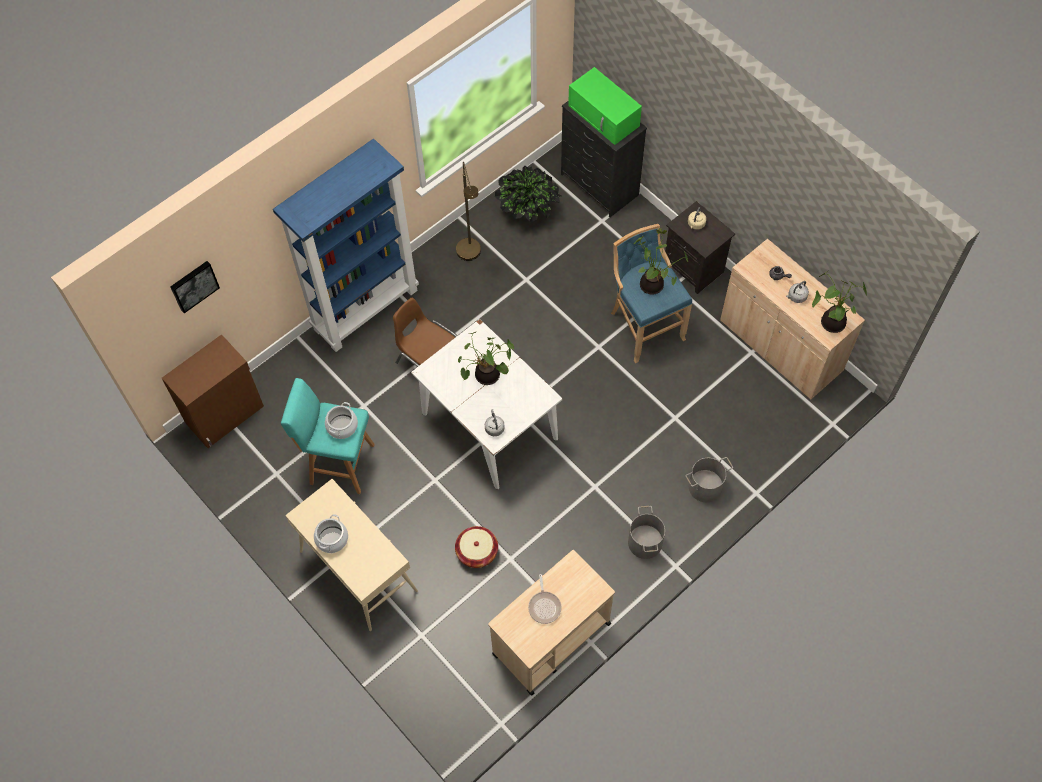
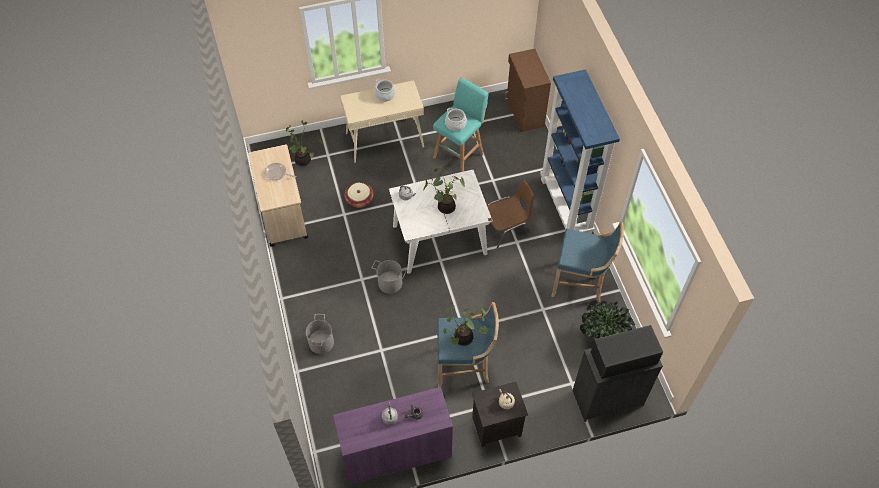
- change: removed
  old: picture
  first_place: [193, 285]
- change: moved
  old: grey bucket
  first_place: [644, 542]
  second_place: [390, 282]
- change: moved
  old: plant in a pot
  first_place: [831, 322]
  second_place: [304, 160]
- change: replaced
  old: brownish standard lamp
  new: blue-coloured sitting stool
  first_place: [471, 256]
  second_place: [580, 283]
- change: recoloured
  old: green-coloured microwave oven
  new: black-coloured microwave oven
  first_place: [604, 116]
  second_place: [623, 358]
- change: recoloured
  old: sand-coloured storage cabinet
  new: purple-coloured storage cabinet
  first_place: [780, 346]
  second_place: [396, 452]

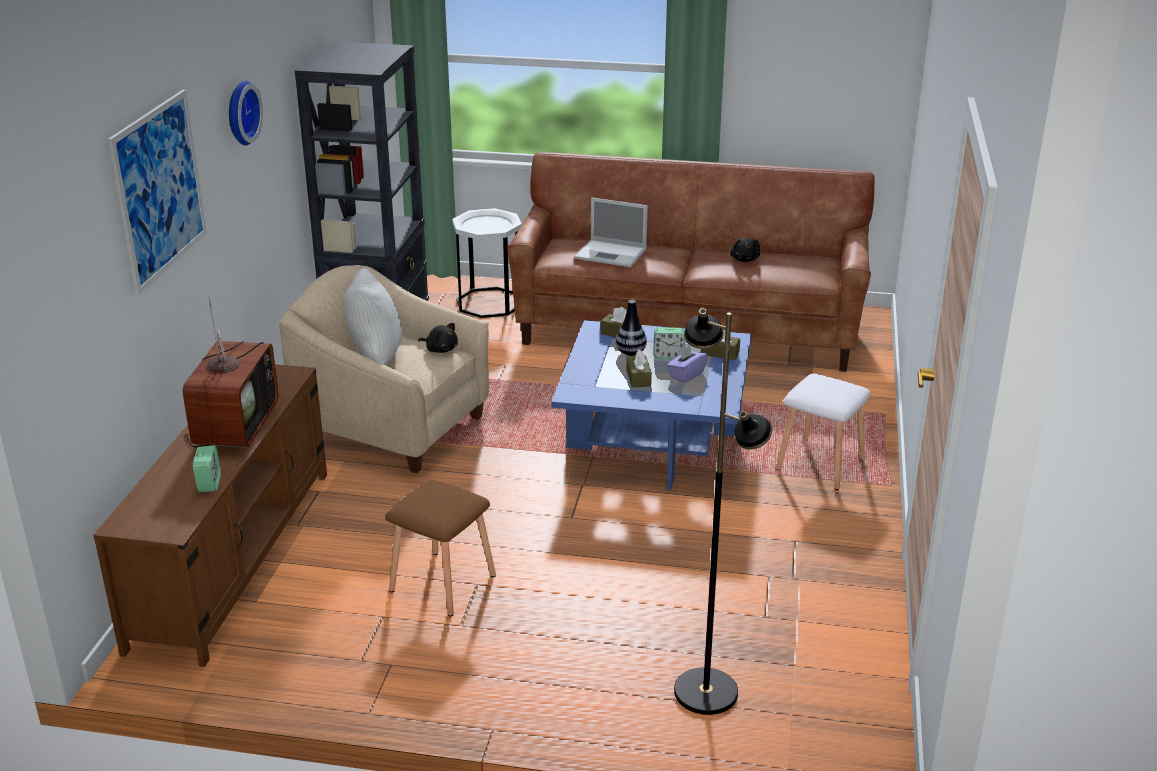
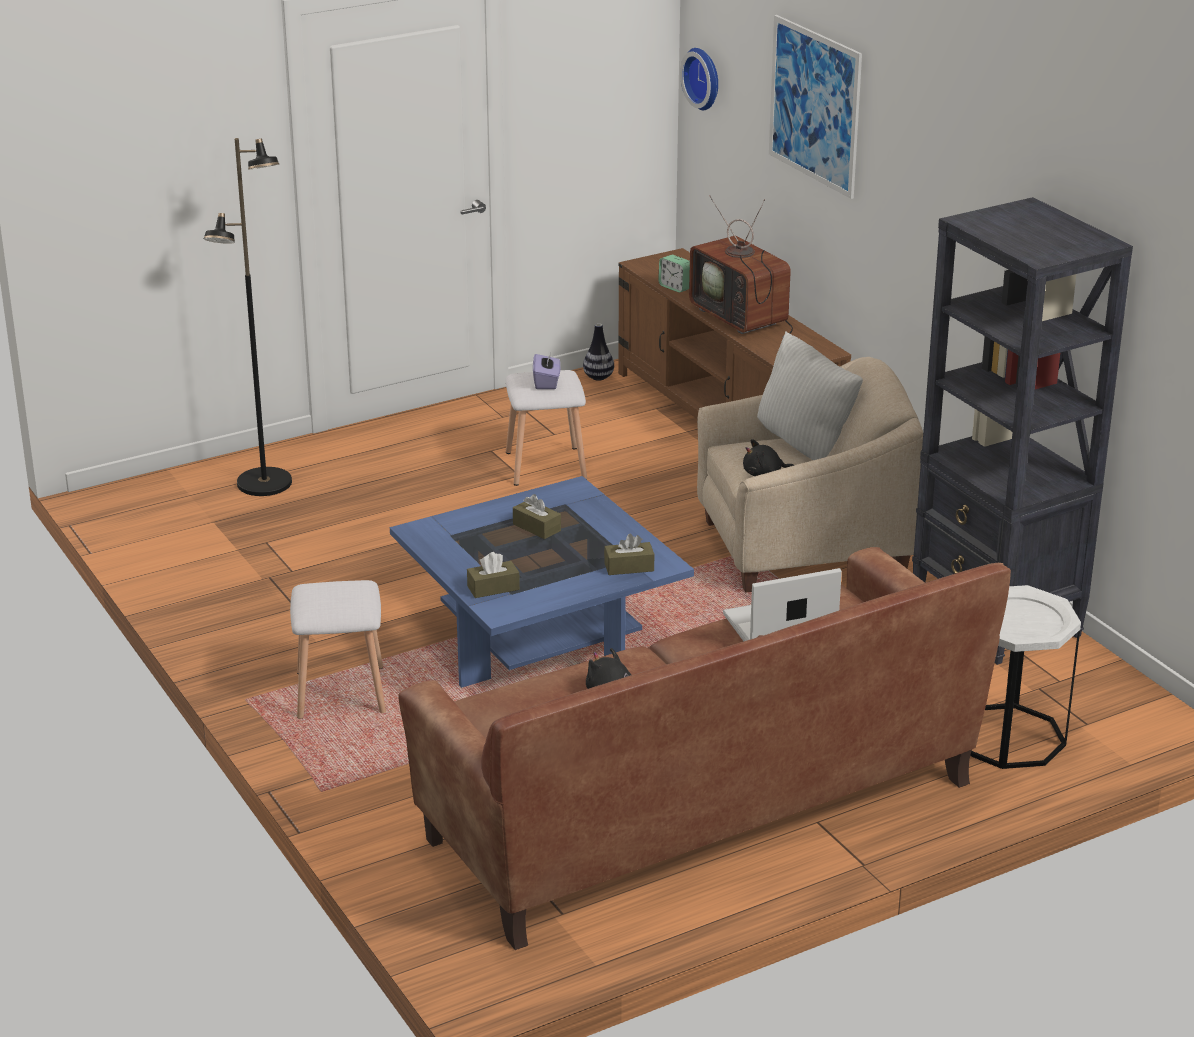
- change: removed
  old: table clock
  first_place: [668, 356]
- change: moved
  old: hanging clock
  first_place: [240, 112]
  second_place: [704, 78]
- change: moved
  old: vase
  first_place: [630, 352]
  second_place: [598, 377]
- change: moved
  old: purple-coloured tissue box
  first_place: [686, 375]
  second_place: [546, 382]
- change: recoloured
  old: brownish sitting stool
  new: white-coloured sitting stool
  first_place: [442, 584]
  second_place: [544, 465]

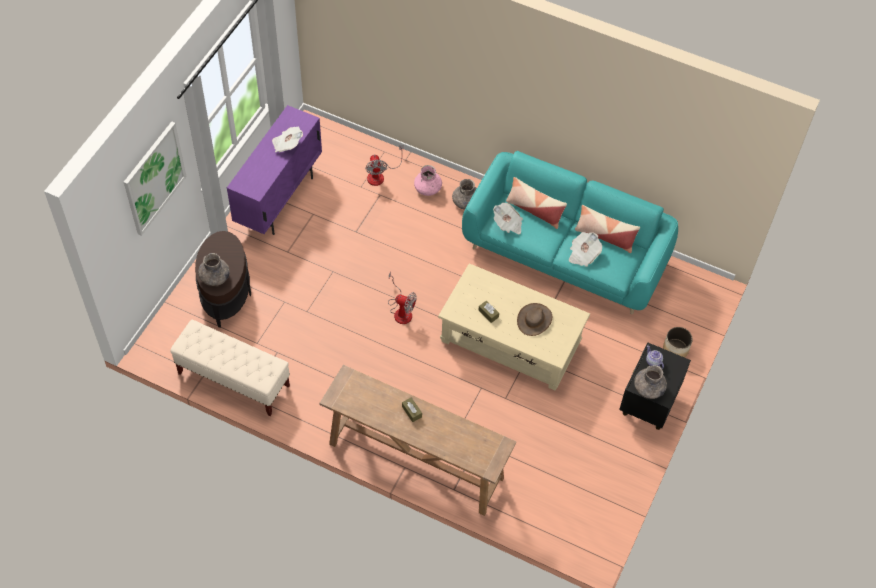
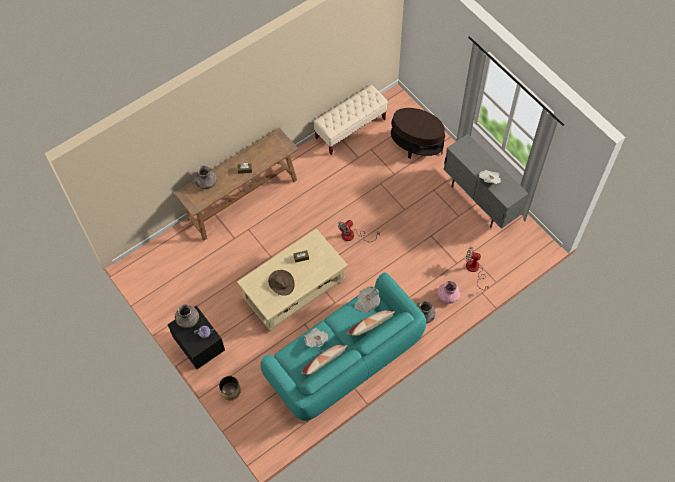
- change: removed
  old: picture
  first_place: [154, 178]
- change: moved
  old: grey vase
  first_place: [215, 277]
  second_place: [206, 182]
- change: recoloured
  old: purple-coloured storage cabinet
  new: grey storage cabinet
  first_place: [279, 200]
  second_place: [480, 200]

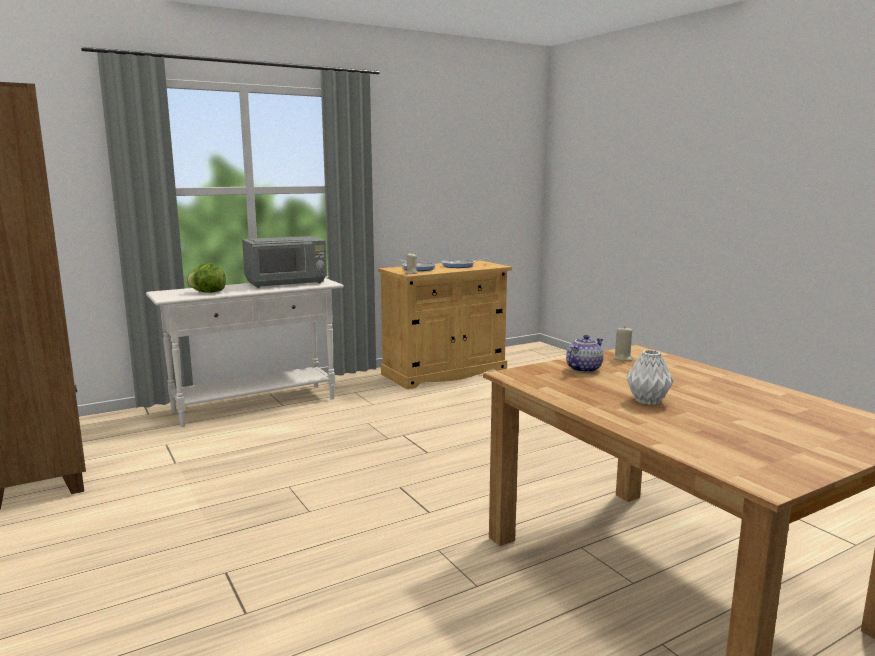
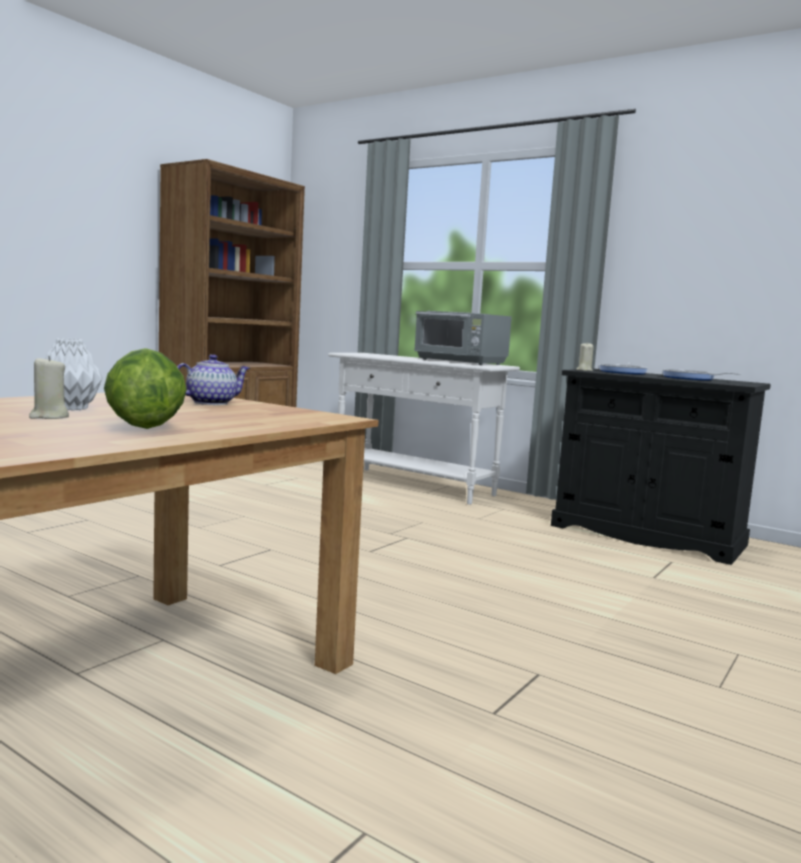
- change: moved
  old: lettuce head
  first_place: [208, 292]
  second_place: [144, 427]
- change: moved
  old: sand-coloured wax candle
  first_place: [623, 358]
  second_place: [49, 417]
- change: recoloured
  old: sand-coloured storage cabinet
  new: black-coloured storage cabinet
  first_place: [444, 372]
  second_place: [646, 535]
- change: turned
  old: teapot
  first_place: [583, 369]
  second_place: [211, 403]
  degrees: -60

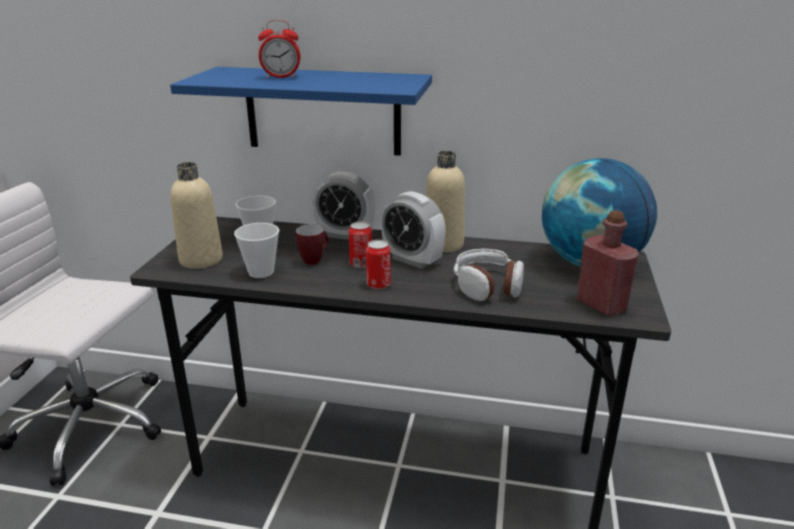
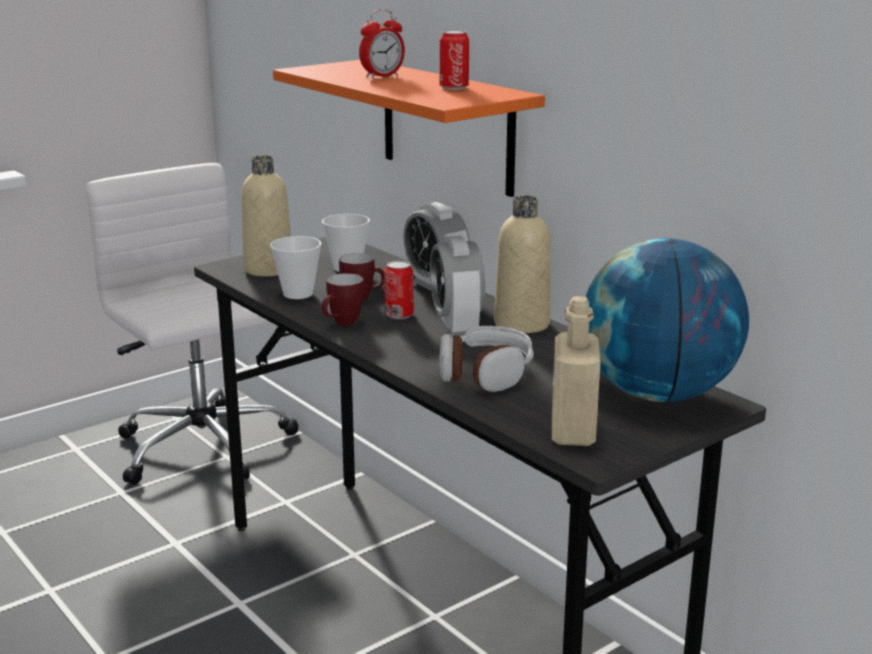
- change: added
  new: tea mug
  second_place: [342, 324]
- change: moved
  old: sealed can
  first_place: [378, 284]
  second_place: [454, 87]
- change: recoloured
  old: blue-coloured shelf
  new: orange shelf
  first_place: [322, 111]
  second_place: [447, 126]
- change: recoloured
  old: red drink bottle
  new: sand-coloured drink bottle
  first_place: [601, 305]
  second_place: [573, 432]
- change: turned
  old: table clock
  first_place: [281, 77]
  second_place: [382, 76]
  degrees: -75

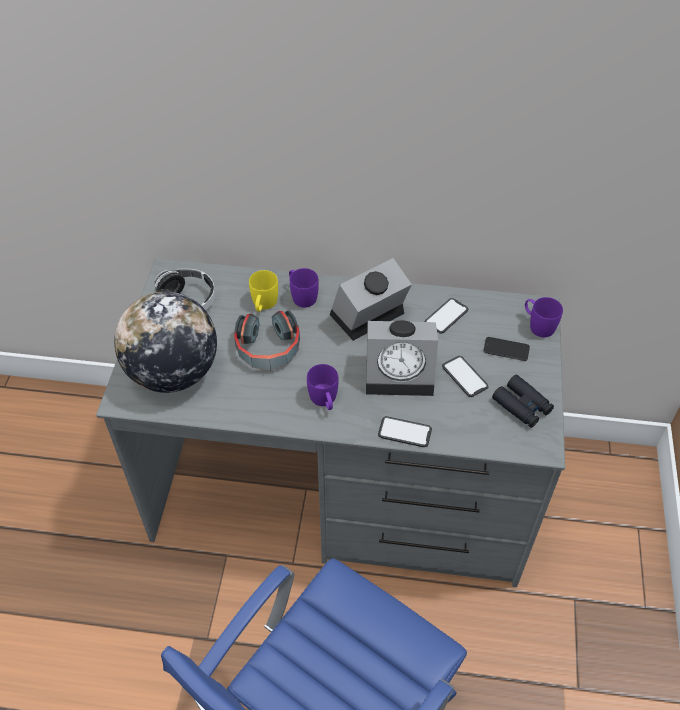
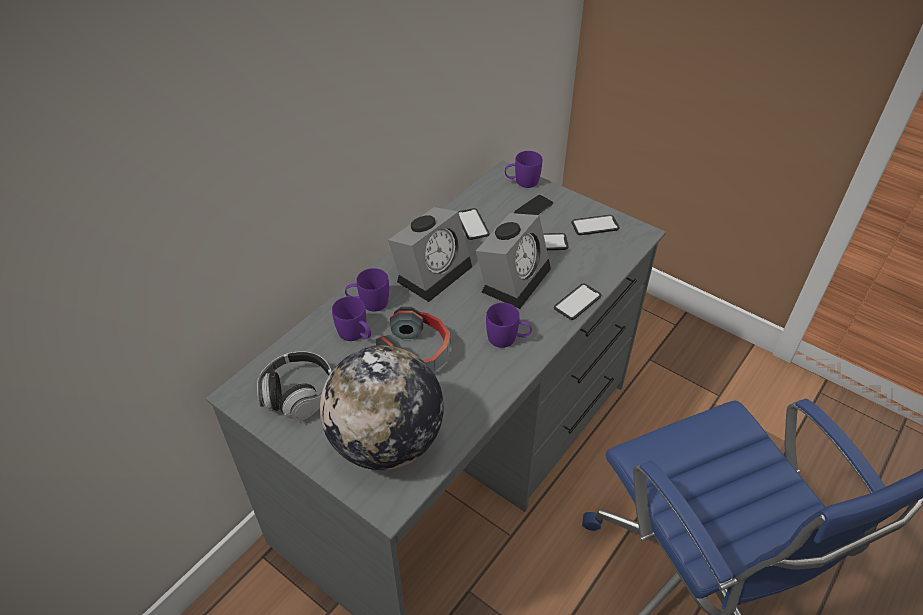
- change: replaced
  old: black-coloured binoculars
  new: telephone
  first_place: [522, 406]
  second_place: [595, 226]
- change: recoloured
  old: yellowish tea mug
  new: purple-coloured tea mug
  first_place: [263, 305]
  second_place: [356, 334]
- change: turned
  old: table clock
  first_place: [367, 317]
  second_place: [433, 271]
  degrees: -135

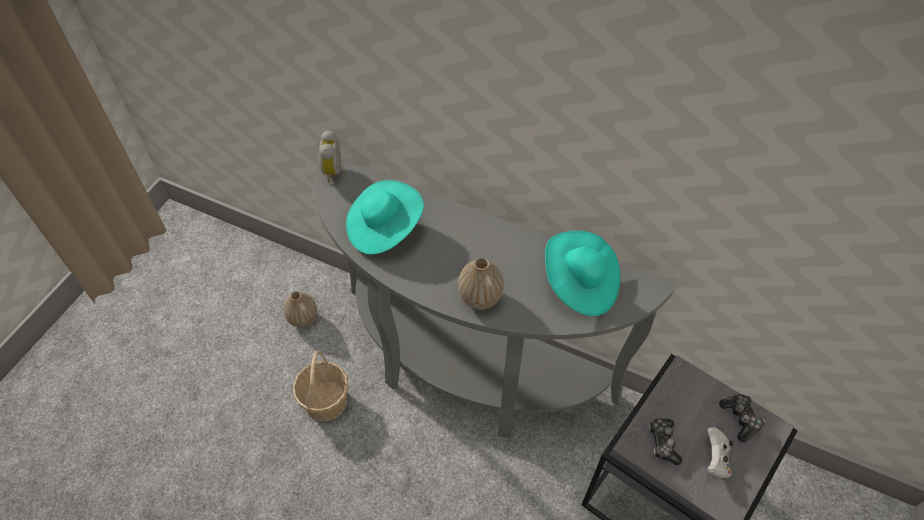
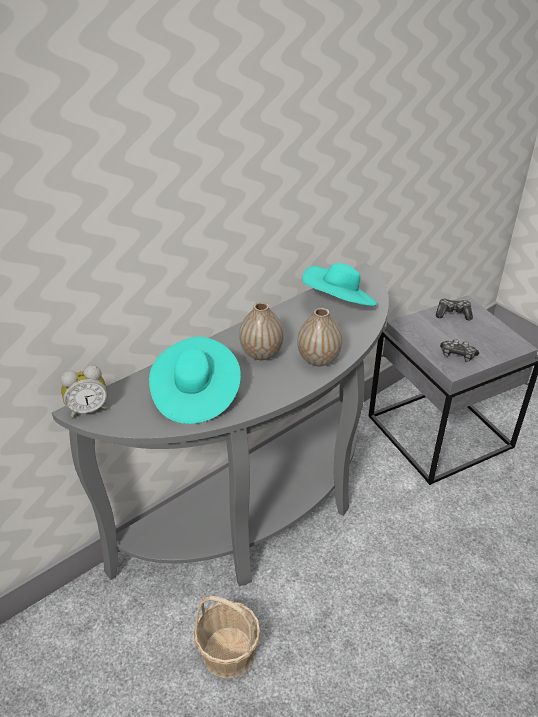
- change: removed
  old: white-coloured gamepad
  first_place: [715, 459]
- change: moved
  old: vase
  first_place: [303, 319]
  second_place: [261, 353]
- change: turned
  old: table clock
  first_place: [335, 171]
  second_place: [88, 409]
  degrees: -45

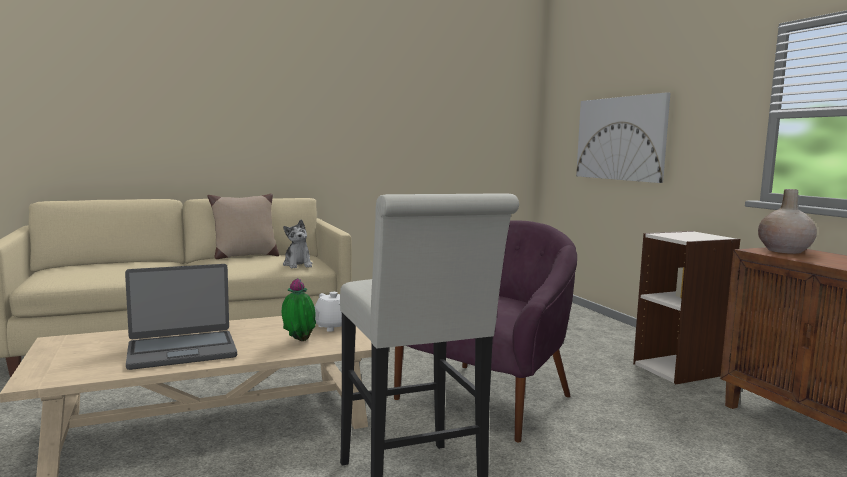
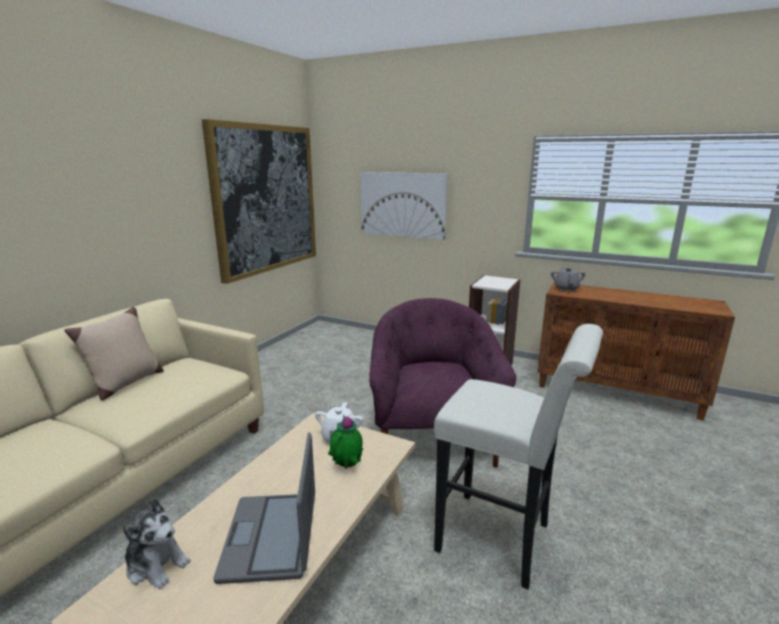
- change: added
  new: picture
  second_place: [265, 199]
- change: moved
  old: plush toy
  first_place: [298, 265]
  second_place: [156, 565]
- change: replaced
  old: sand-coloured vase
  new: grey teapot
  first_place: [784, 251]
  second_place: [566, 289]
- change: turned
  old: laptop
  first_place: [182, 351]
  second_place: [272, 536]
  degrees: 150

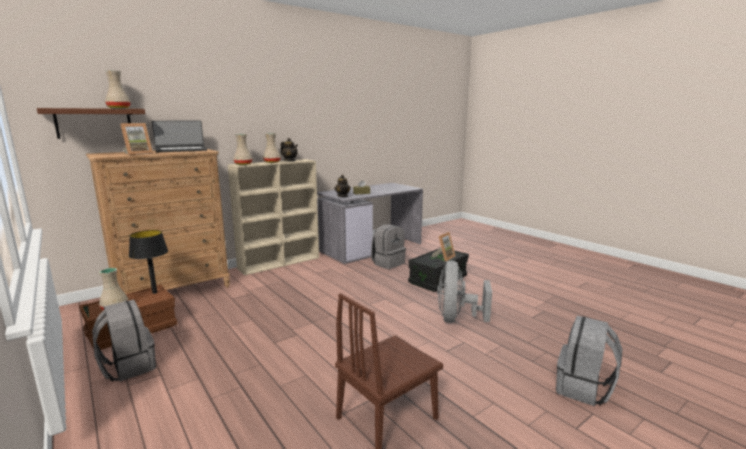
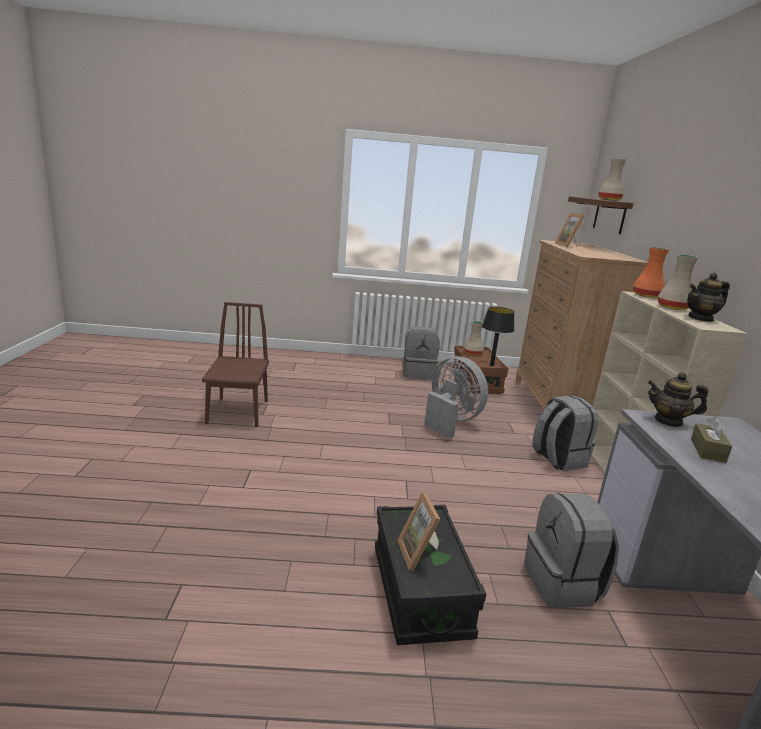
- change: removed
  old: laptop
  first_place: [181, 150]
- change: moved
  old: grey electric fan
  first_place: [457, 318]
  second_place: [450, 421]
- change: moved
  old: grey backpack
  first_place: [583, 389]
  second_place: [557, 459]
- change: recoloured
  old: sand-coloured vase
  new: orange vase
  first_place: [243, 164]
  second_place: [647, 296]

